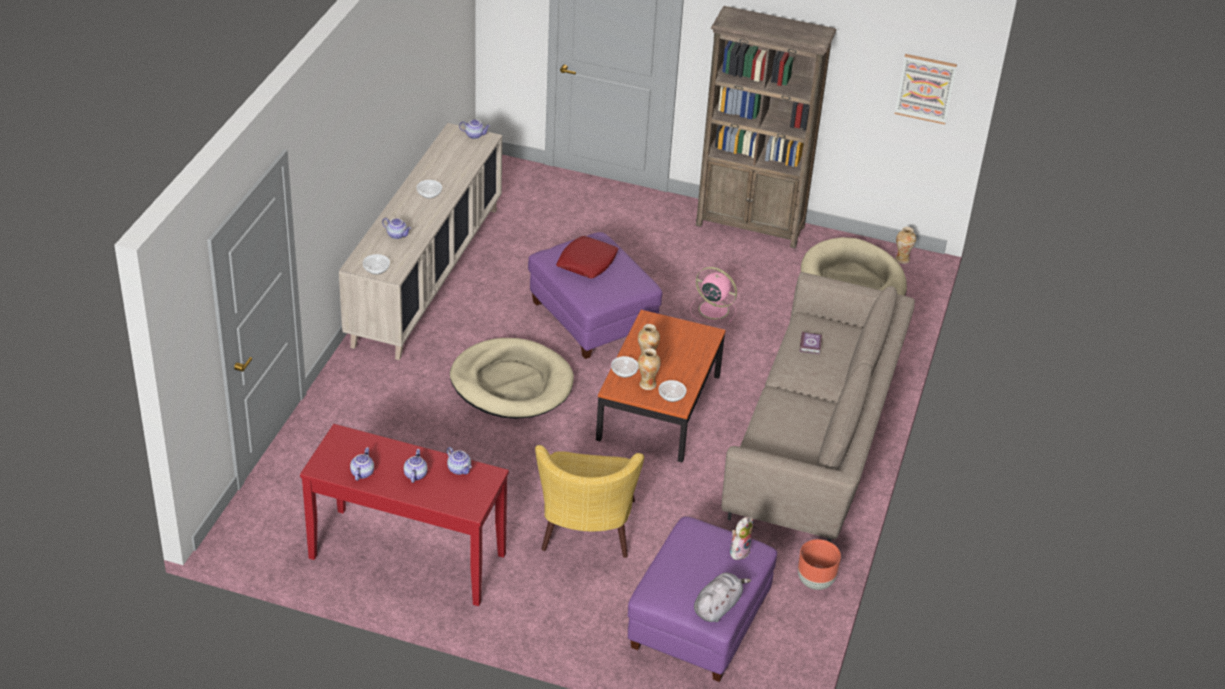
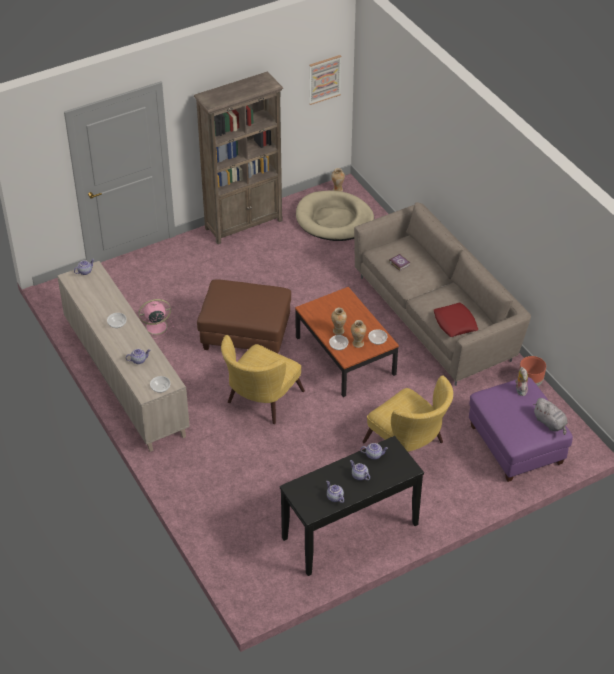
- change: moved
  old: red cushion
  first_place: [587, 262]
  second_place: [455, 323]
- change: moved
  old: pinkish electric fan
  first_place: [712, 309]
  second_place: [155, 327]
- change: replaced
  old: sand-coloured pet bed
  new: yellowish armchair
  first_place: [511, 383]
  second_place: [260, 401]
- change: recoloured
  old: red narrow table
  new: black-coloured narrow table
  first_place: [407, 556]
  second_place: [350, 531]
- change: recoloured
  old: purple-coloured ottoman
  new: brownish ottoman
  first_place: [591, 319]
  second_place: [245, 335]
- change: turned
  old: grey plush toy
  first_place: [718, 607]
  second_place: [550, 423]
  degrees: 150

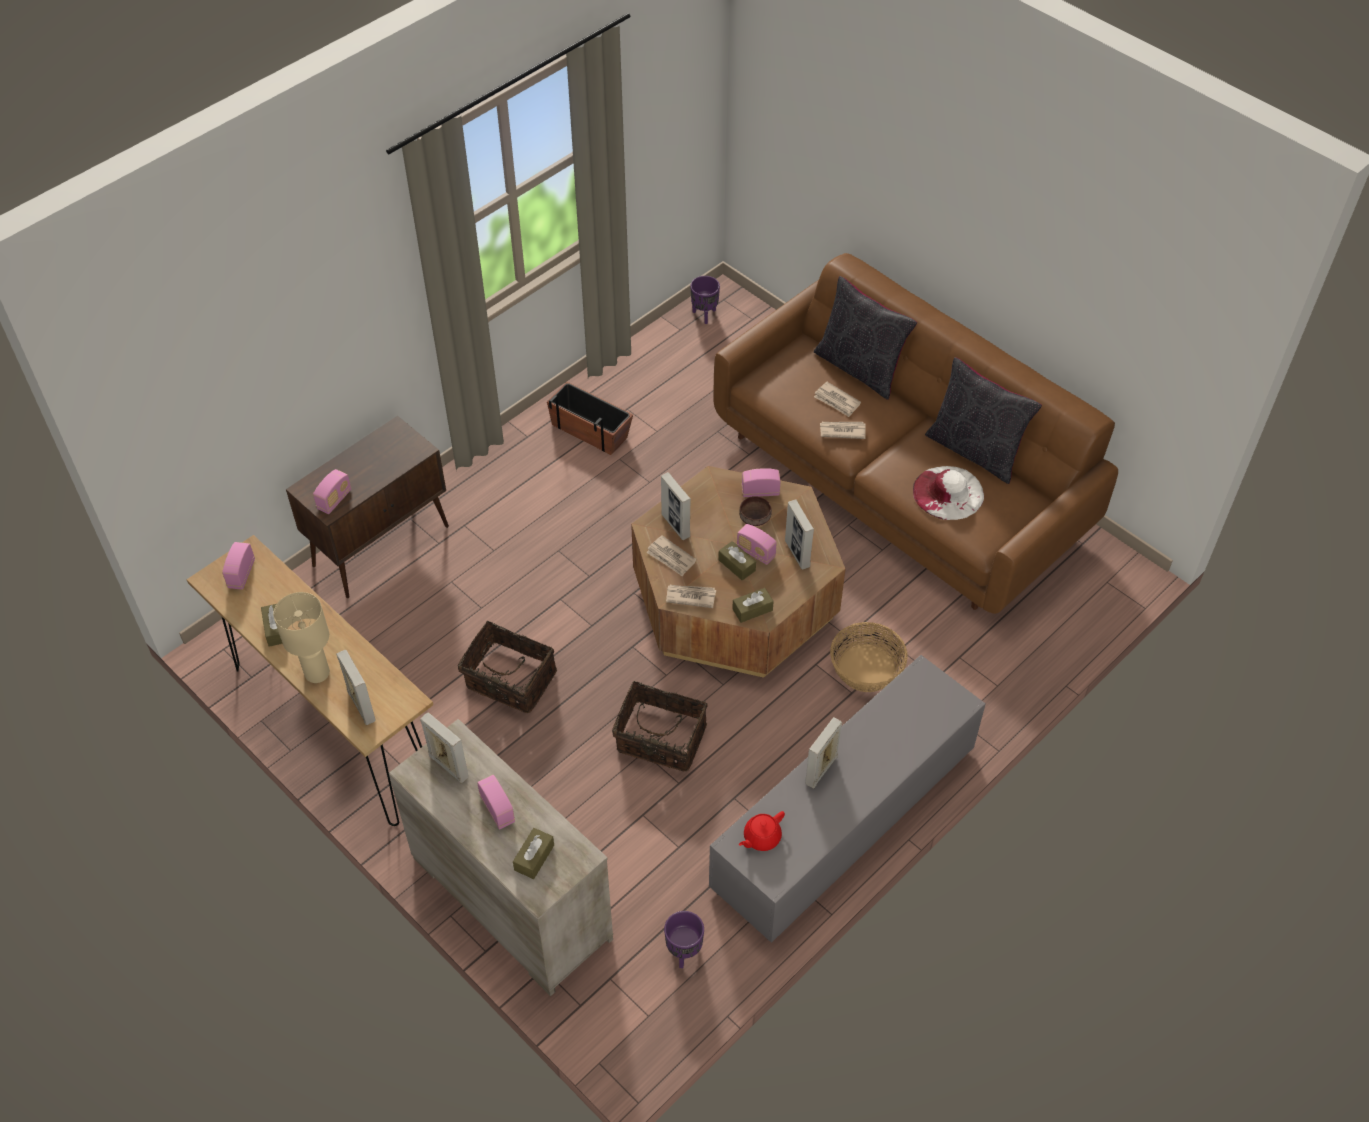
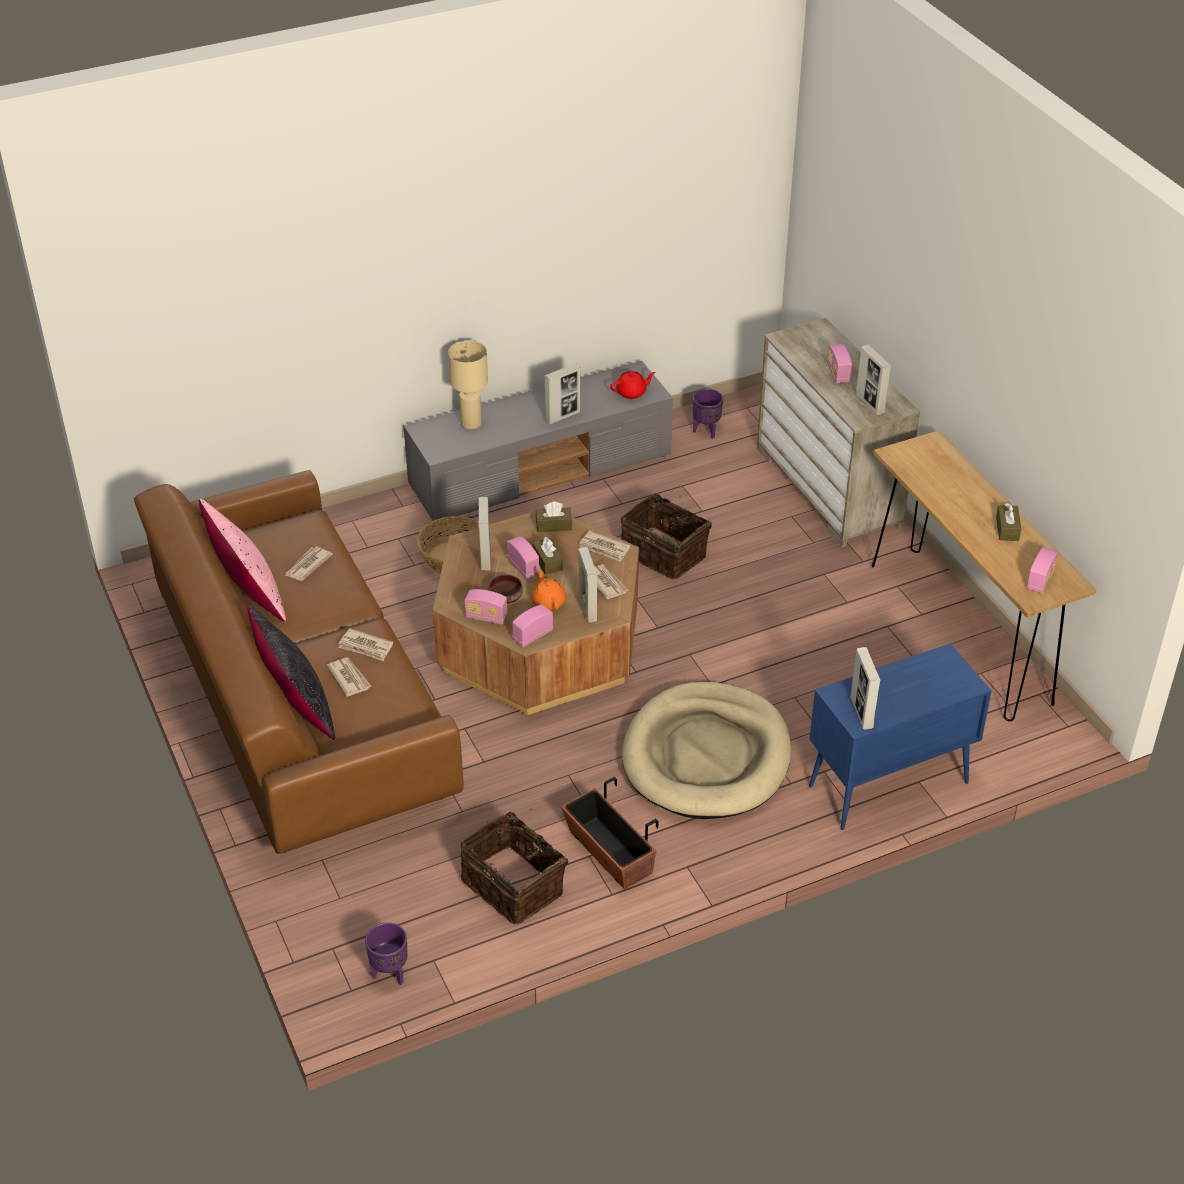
- change: removed
  old: brownish tissue box
  first_place: [534, 857]
- change: added
  new: orange teapot
  second_place: [548, 602]
- change: added
  new: sand-coloured pet bed
  second_place: [706, 756]
- change: moved
  old: sand-coloured table lamp
  first_place: [317, 672]
  second_place: [470, 424]
- change: moved
  old: radio
  first_place: [334, 500]
  second_place: [533, 636]
- change: moved
  old: standing frame
  first_place: [361, 706]
  second_place: [861, 713]
- change: moved
  old: storage basket
  first_place: [509, 682]
  second_place: [515, 885]
- change: replaced
  old: white-coloured wearable hat
  new: daily paper
  first_place: [948, 492]
  second_place: [307, 565]
- change: recoloured
  old: brownish storage cabinet
  new: blue-coloured storage cabinet
  first_place: [382, 545]
  second_place: [887, 785]
- change: recoloured
  old: black-coloured cushion
  new: pinkish cushion
  first_place: [975, 450]
  second_place: [248, 596]

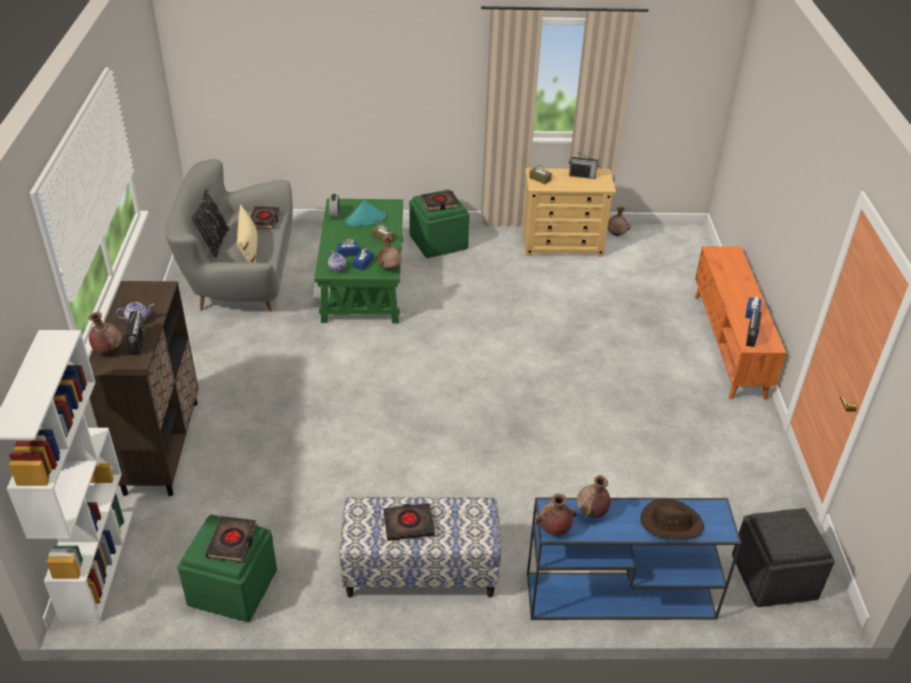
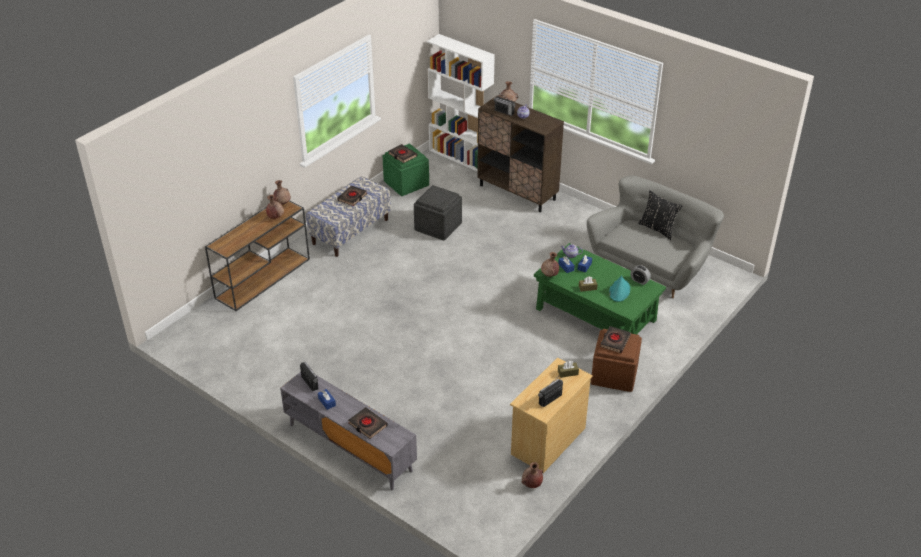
- change: removed
  old: sand-coloured cushion
  first_place: [249, 250]
- change: removed
  old: brownish wearable hat
  first_place: [671, 523]
- change: moved
  old: black-coloured bound book
  first_place: [264, 220]
  second_place: [367, 425]
- change: moved
  old: grey ottoman
  first_place: [773, 577]
  second_place: [438, 226]
- change: recoloured
  old: green-coloured ottoman
  new: brownish ottoman
  first_place: [439, 242]
  second_place: [613, 375]
- change: recoloured
  old: blue-coloured narrow table
  new: brownish narrow table
  first_place: [618, 596]
  second_place: [263, 278]
- change: recoloured
  old: orange tv unit
  new: grey tv unit
  first_place: [729, 345]
  second_place: [349, 447]

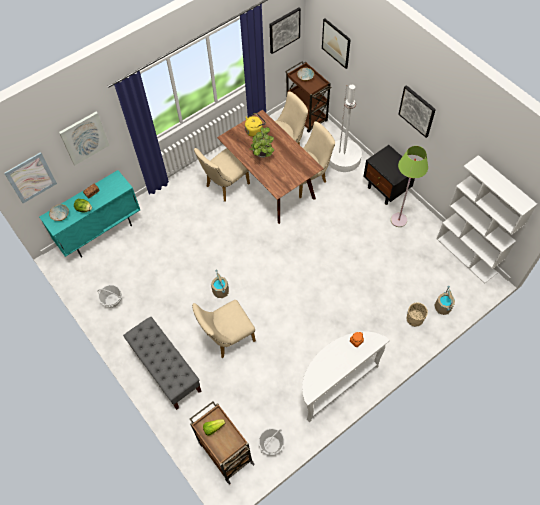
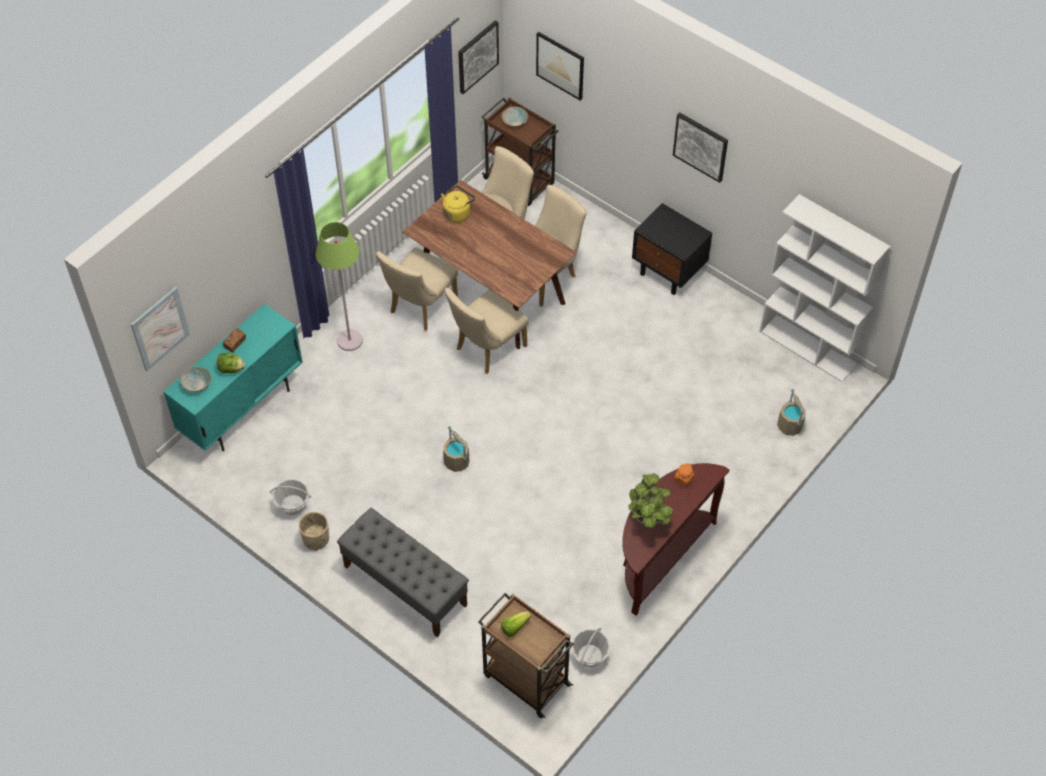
- change: removed
  old: picture
  first_place: [84, 138]
- change: removed
  old: white-coloured standard lamp
  first_place: [344, 158]
- change: moved
  old: sand-coloured chair
  first_place: [227, 338]
  second_place: [486, 349]
- change: moved
  old: plant in a pot
  first_place: [262, 155]
  second_place: [648, 519]
- change: moved
  old: green-coloured standard lamp
  first_place: [398, 220]
  second_place: [350, 340]
- change: moved
  old: sand-coloured plant pot
  first_place: [414, 319]
  second_place: [316, 539]
- change: recoloured
  old: white-coloured narrow table
  new: brownish narrow table
  first_place: [335, 383]
  second_place: [660, 557]

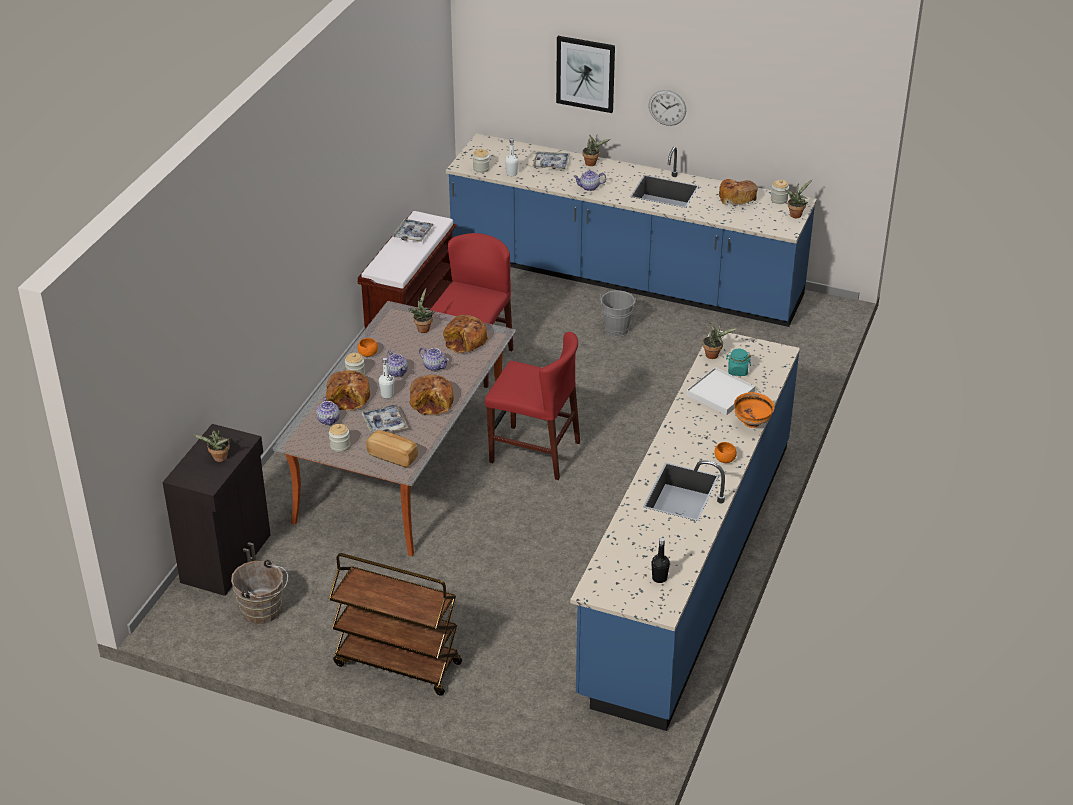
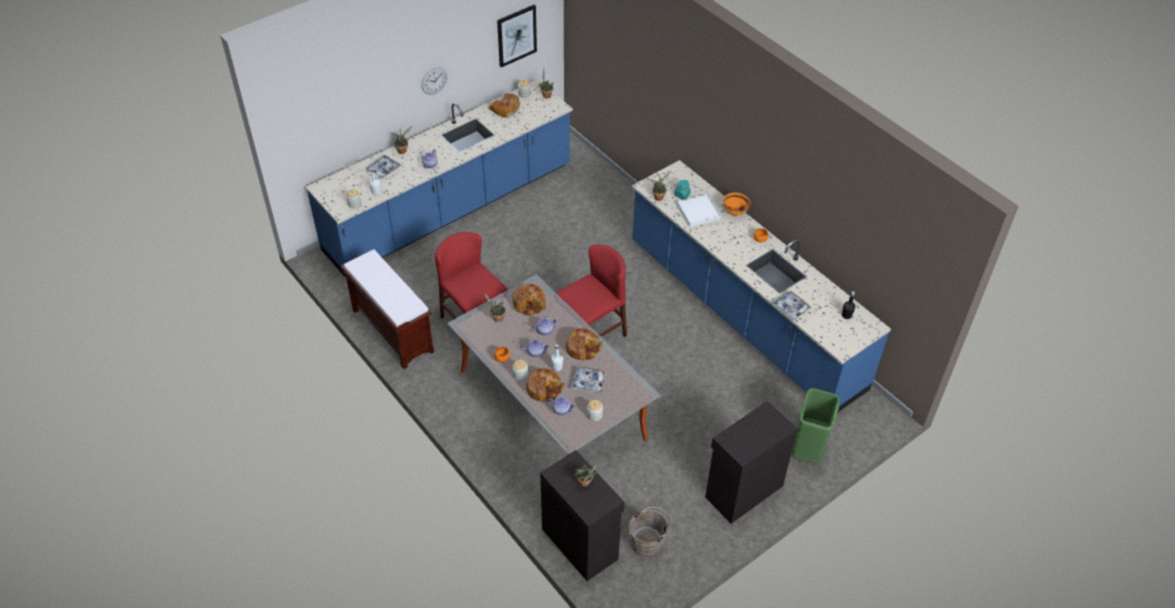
- change: removed
  old: bakery bread
  first_place: [393, 456]
- change: removed
  old: grey bucket
  first_place: [617, 327]
- change: added
  new: green-coloured trash can
  second_place: [807, 453]
- change: moved
  old: tray
  first_place: [413, 234]
  second_place: [790, 308]
- change: moved
  old: picture
  first_place: [585, 73]
  second_place: [516, 35]
- change: replaced
  old: brownish trolley
  new: black-coloured storage cabinet
  first_place: [396, 664]
  second_place: [742, 491]

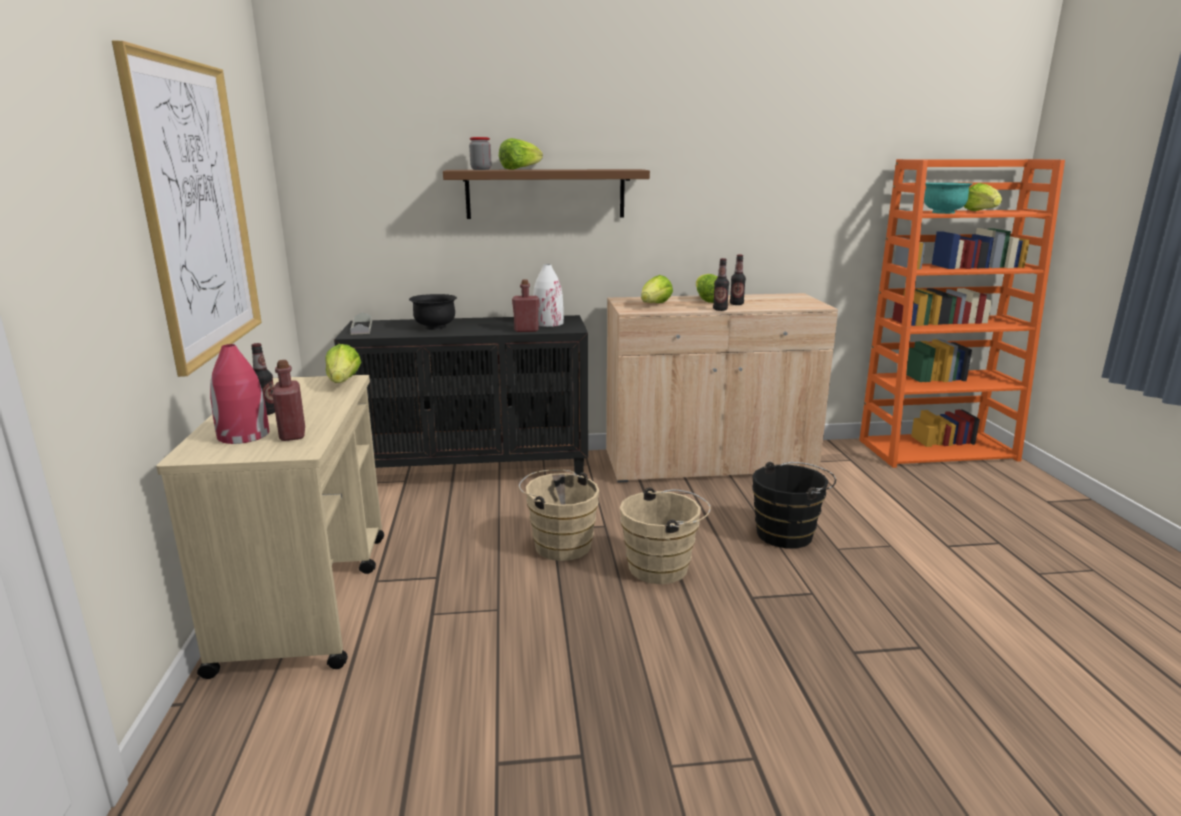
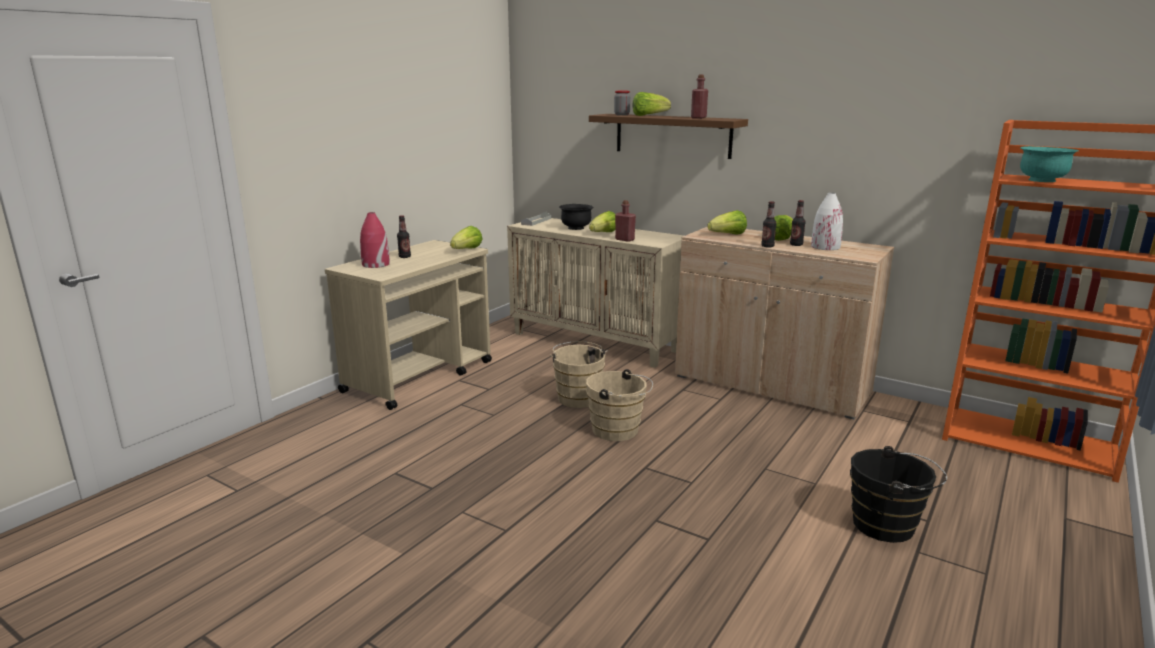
- change: removed
  old: picture
  first_place: [197, 210]
- change: moved
  old: red drink bottle
  first_place: [292, 434]
  second_place: [698, 118]
- change: moved
  old: white-coloured vase
  first_place: [548, 323]
  second_place: [825, 247]
- change: moved
  old: black-coloured bucket
  first_place: [789, 534]
  second_place: [888, 526]
- change: moved
  old: lettuce head
  first_place: [980, 212]
  second_place: [604, 233]
- change: recoloured
  old: black-coloured storage cabinet
  new: sand-coloured storage cabinet
  first_place: [475, 471]
  second_place: [596, 342]

